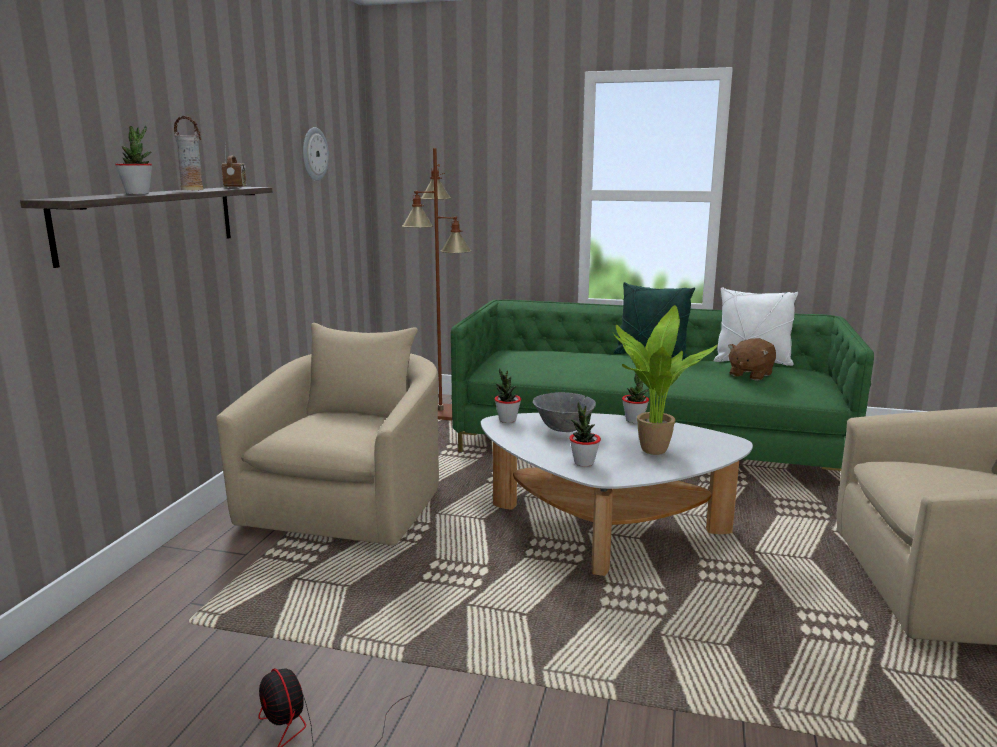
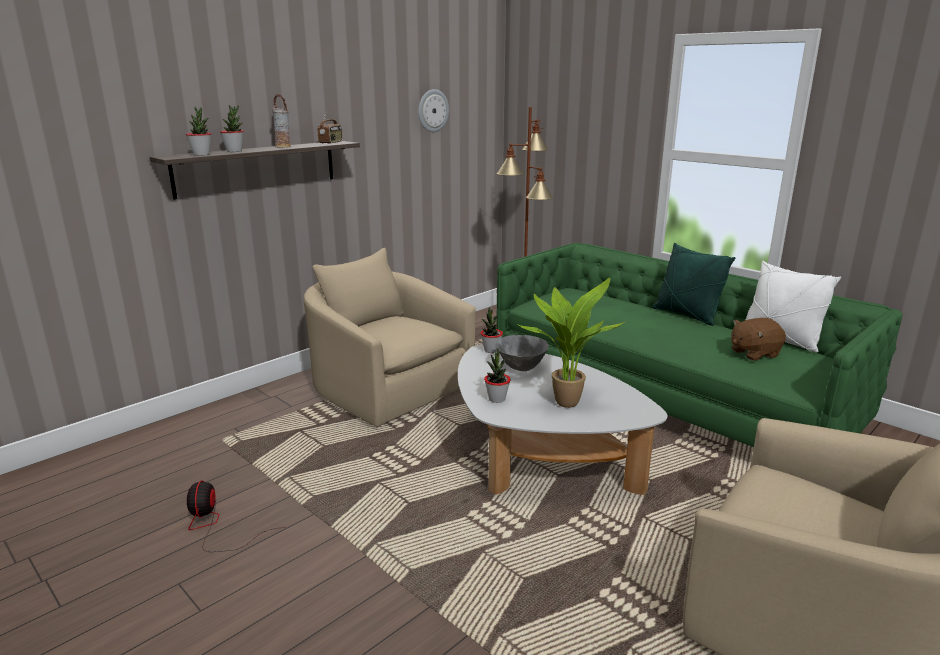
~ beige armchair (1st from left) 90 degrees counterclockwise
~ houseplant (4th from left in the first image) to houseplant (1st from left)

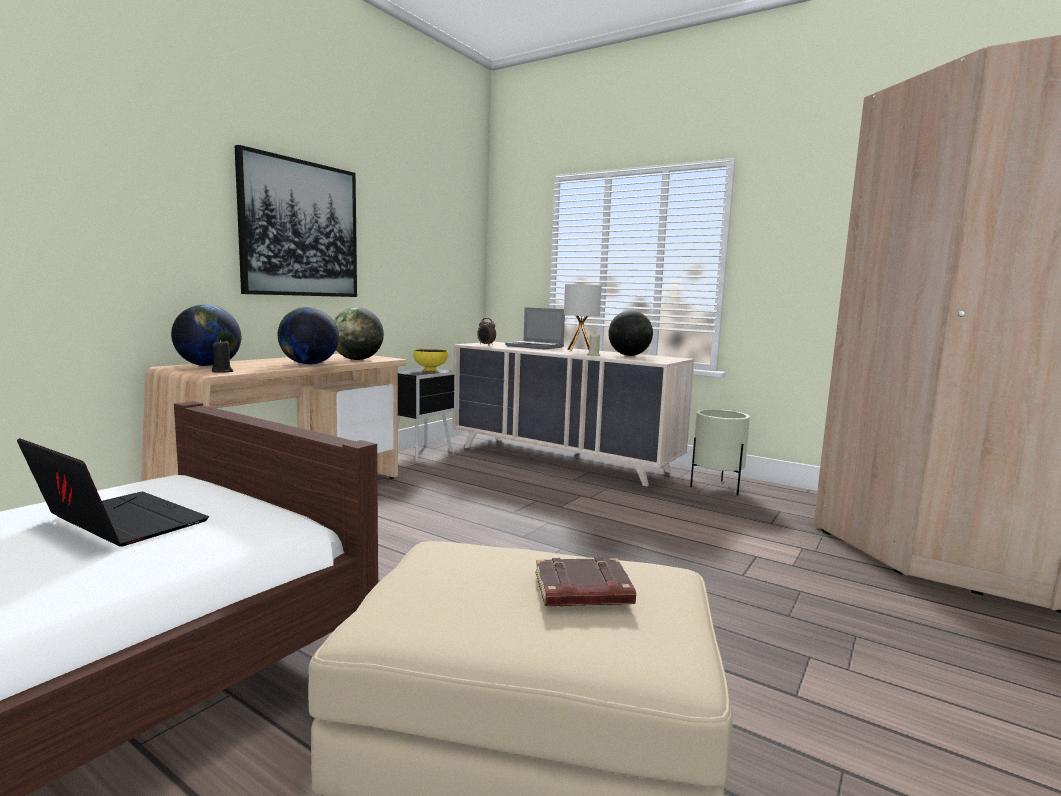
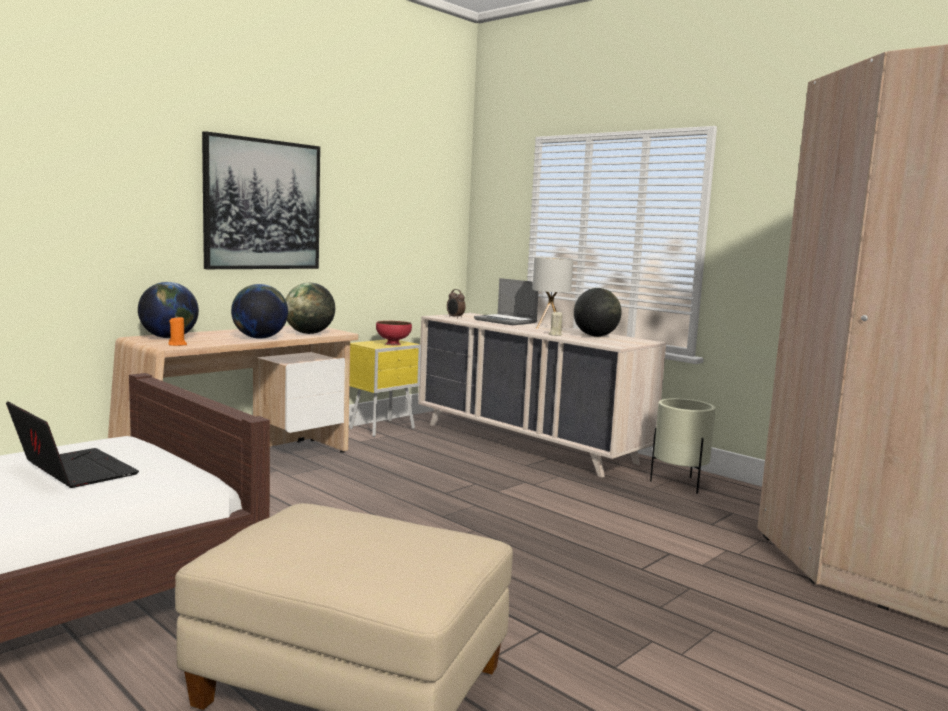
~ black wax candle to orange wax candle
~ yellow bowl to reddish bowl
~ black night table to yellow night table
- brown-coloured volume

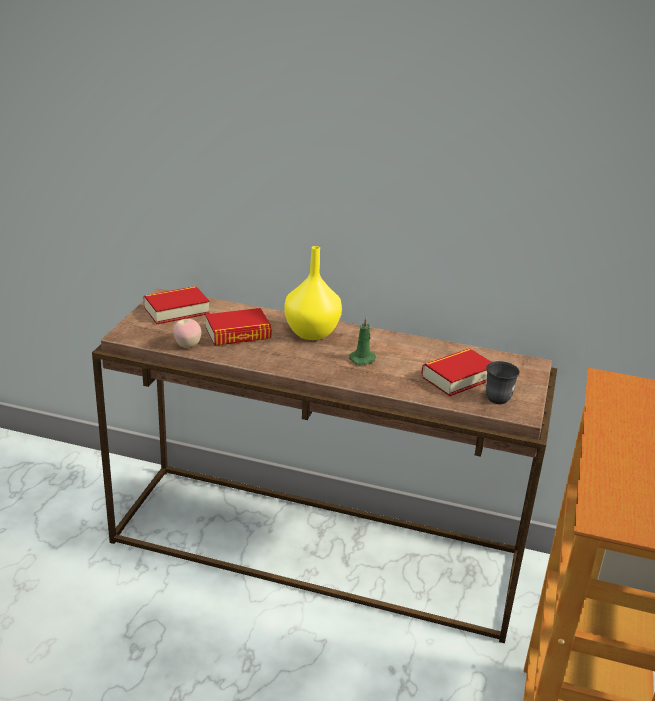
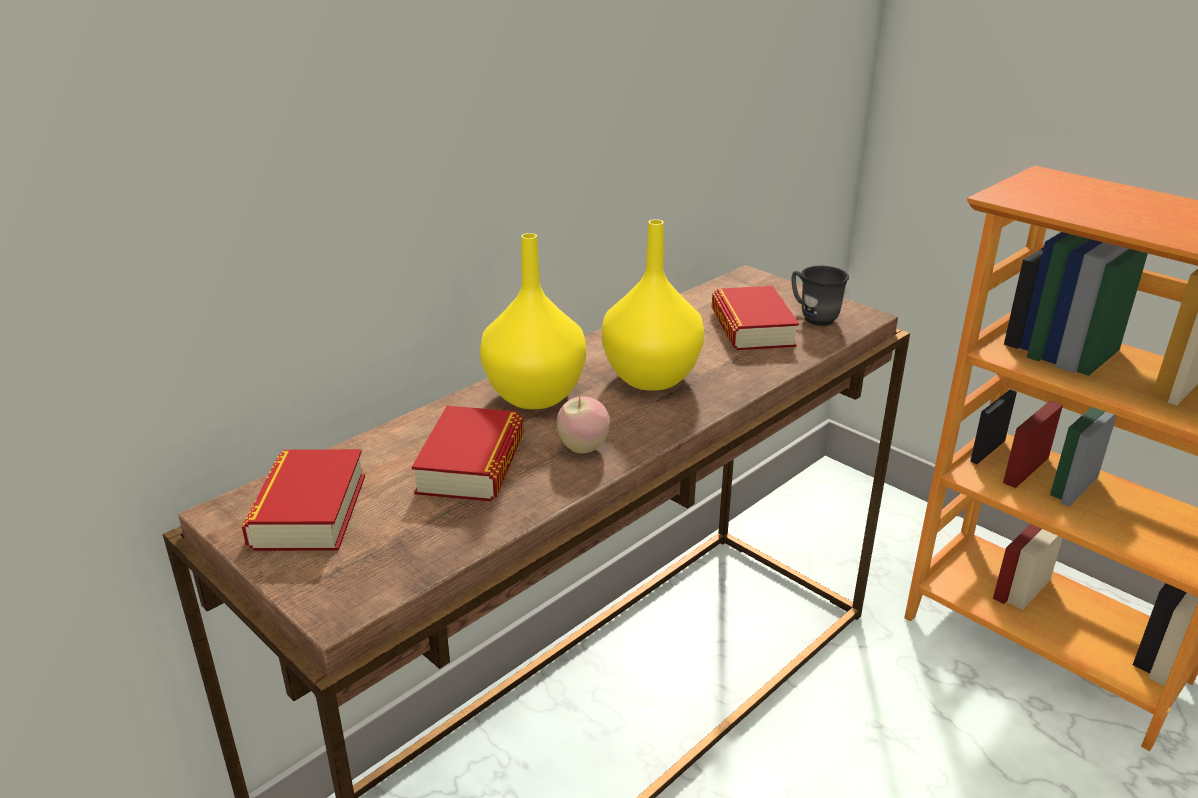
~ apple fruit
~ greenish wax candle to yellow decorative vase (2nd from left)

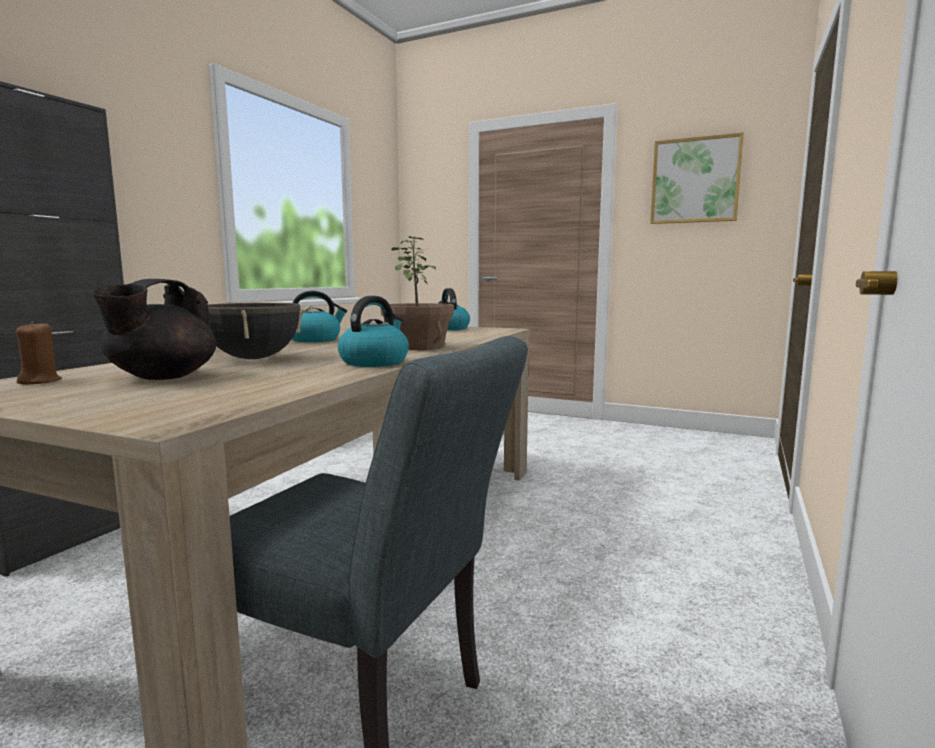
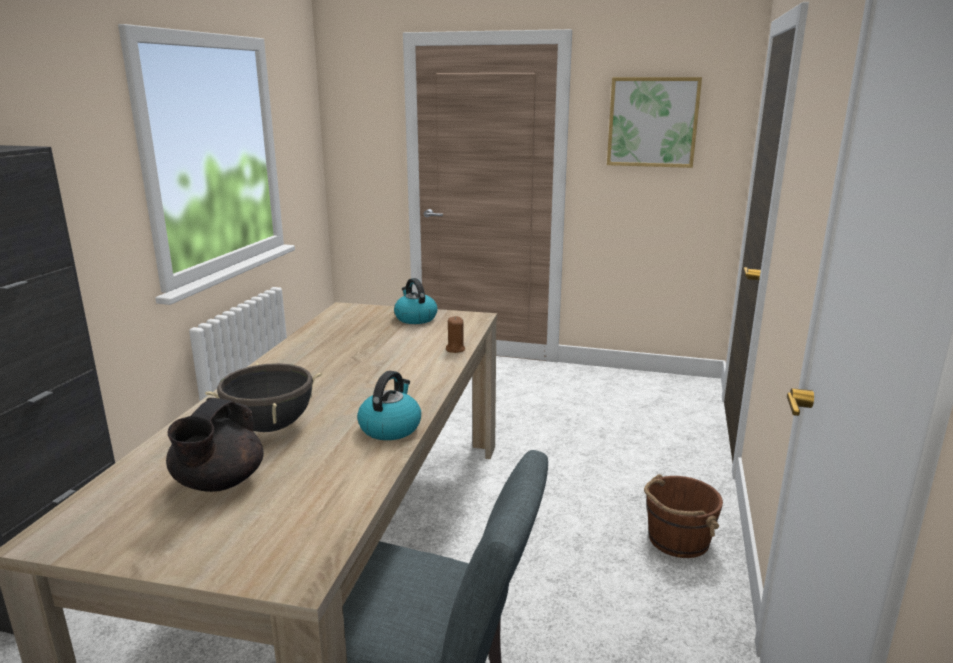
- houseplant
- water kettle (1st from left)
~ brown-coloured wax candle
+ brown-coloured bucket

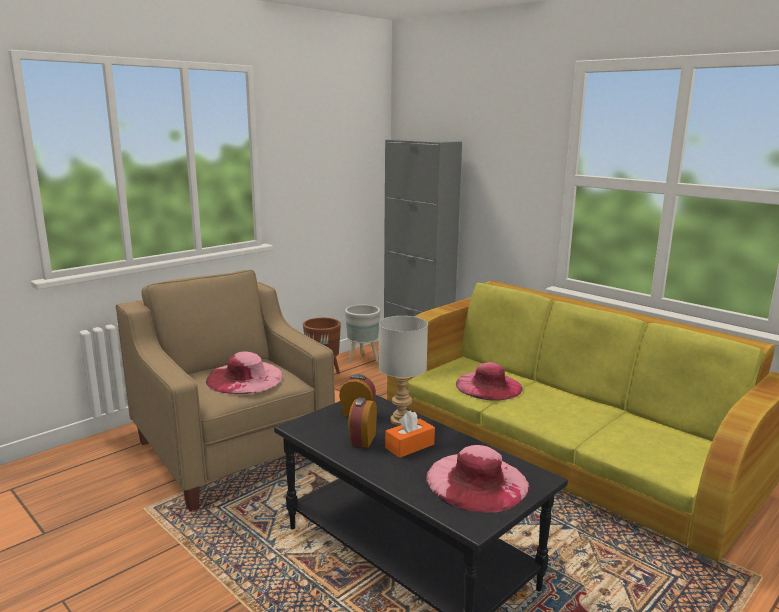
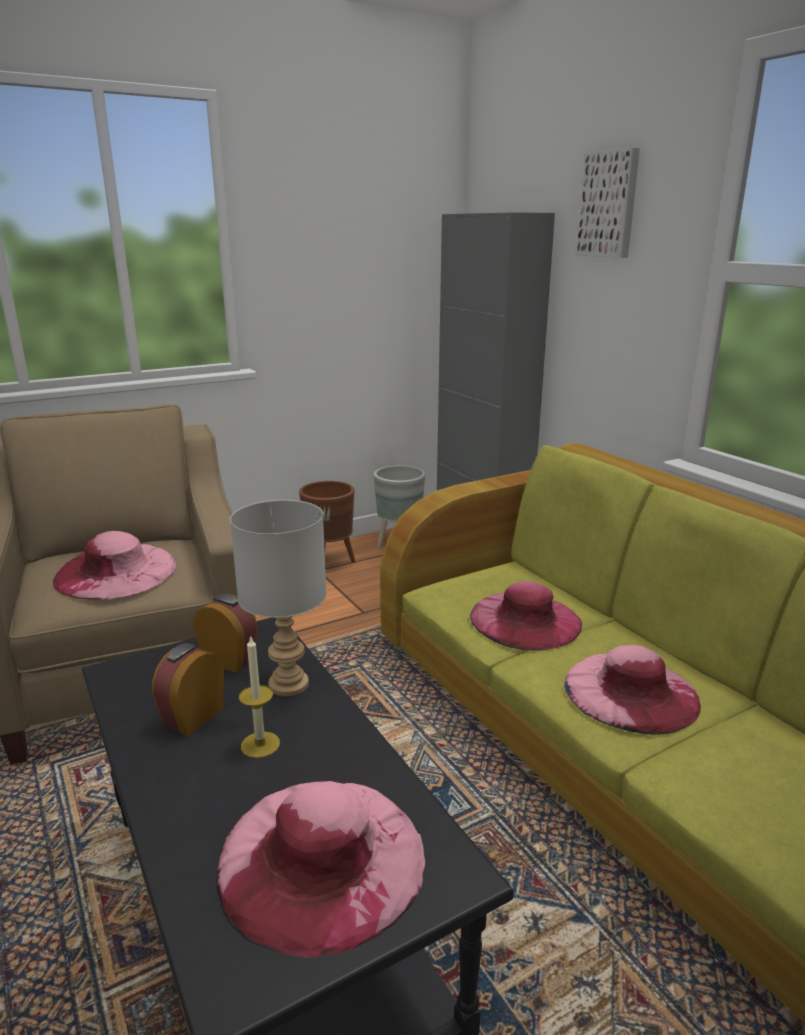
~ orange tissue holder to wax candle
+ wall picture
+ pinkish clothing hat (4th from left)

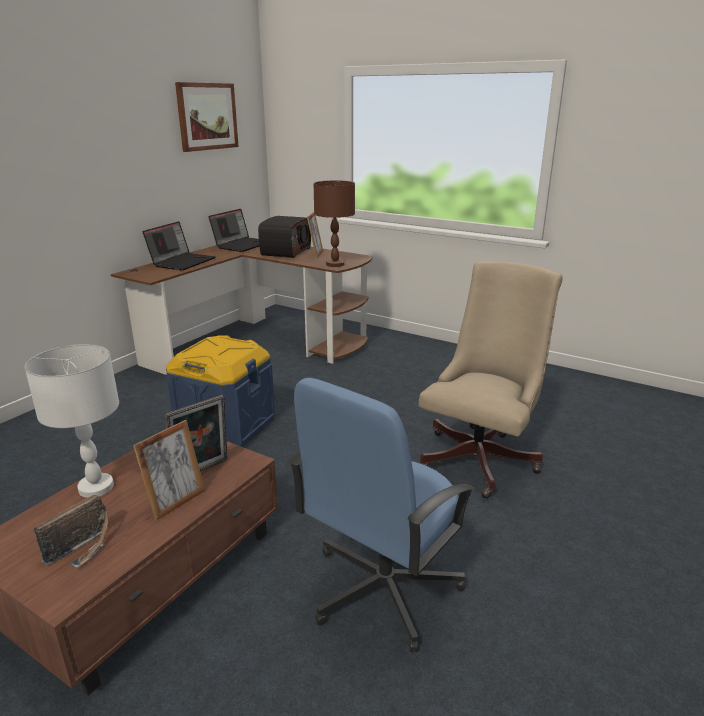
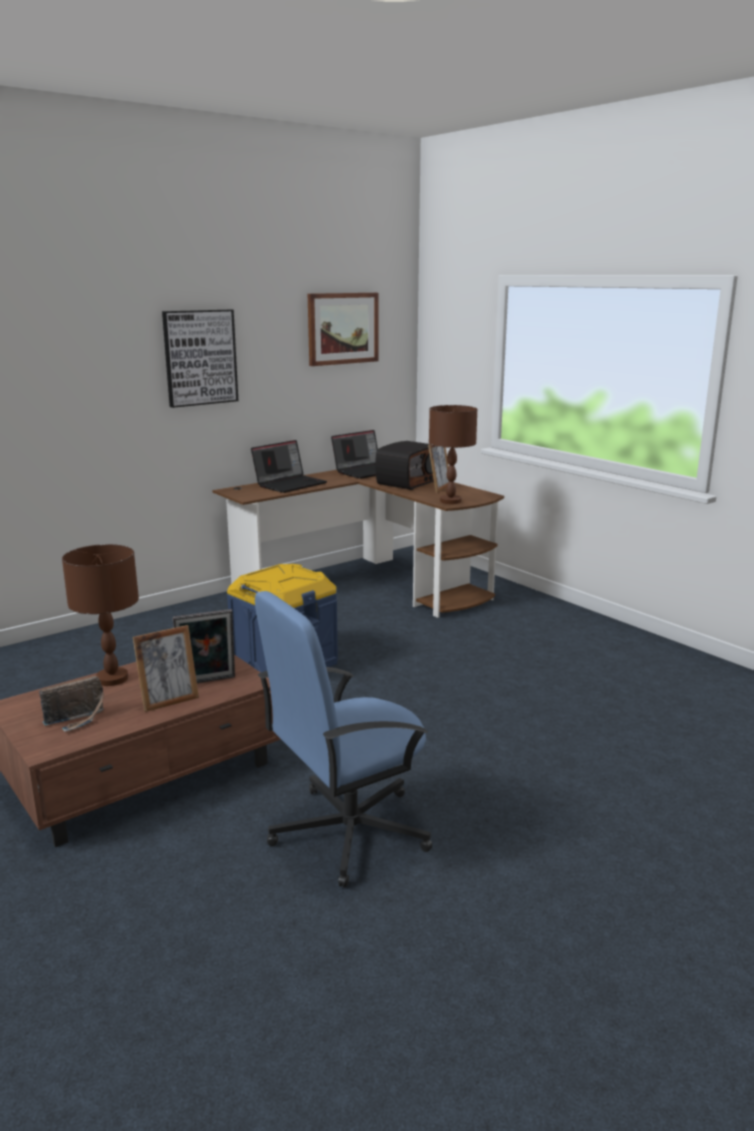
- beige computer chair
~ white-coloured tabletop lamp to brown-coloured tabletop lamp (1st from left)
+ wall picture (1st from left)

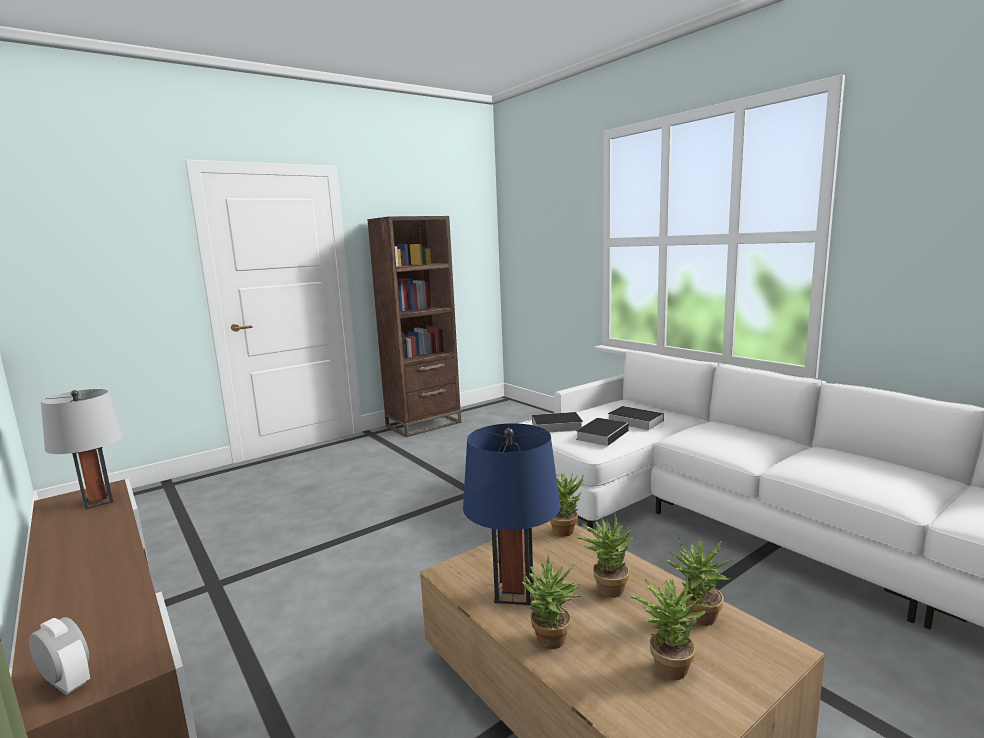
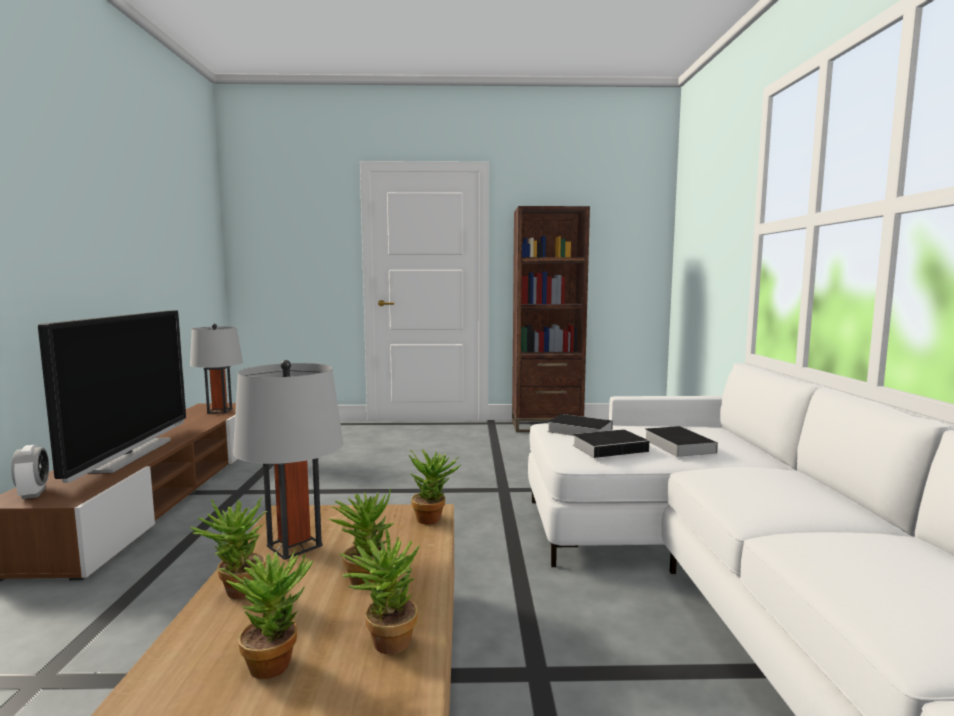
~ bluish tabletop lamp to grey tabletop lamp (2nd from left)
+ TV set

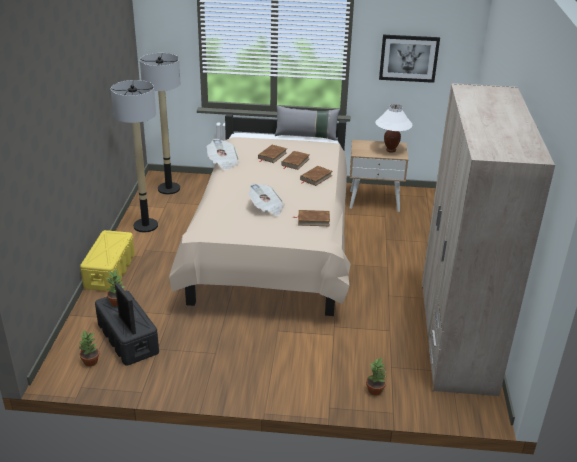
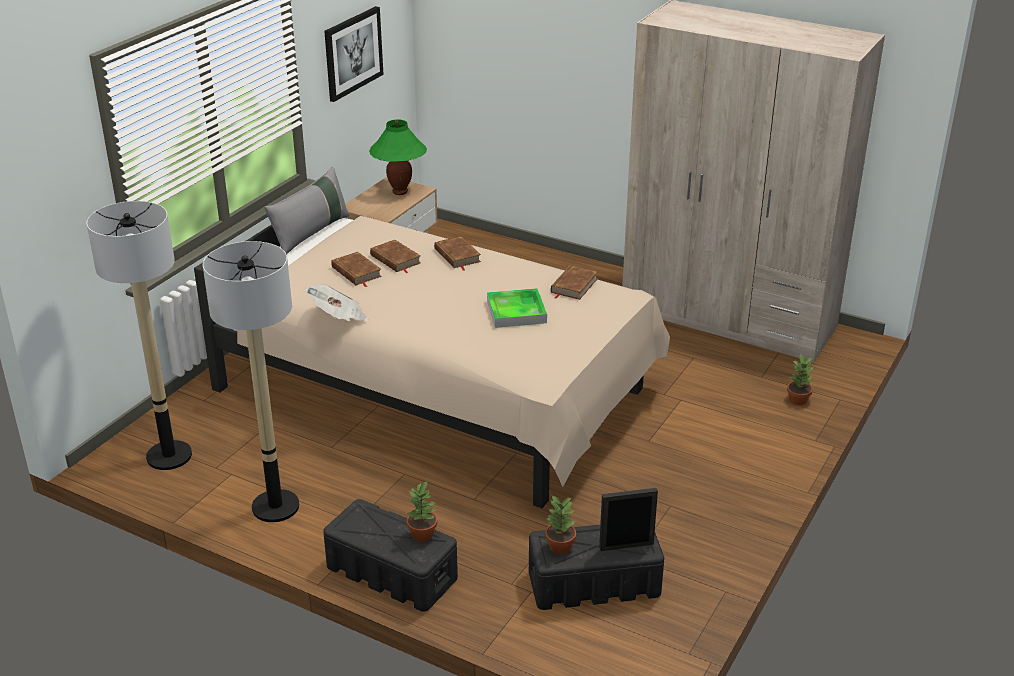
~ white-coloured tabletop lamp to greenish tabletop lamp
~ printed paper (2nd from left) to serving tray
~ yellow storage bin to black storage bin (1st from left)
~ houseplant (1st from left)

